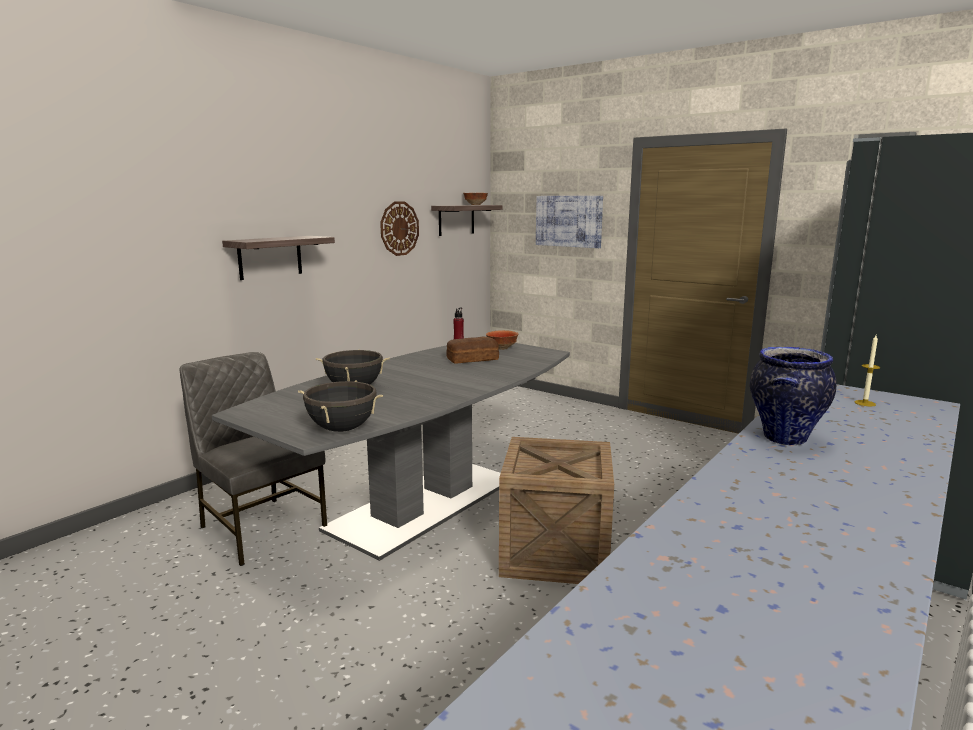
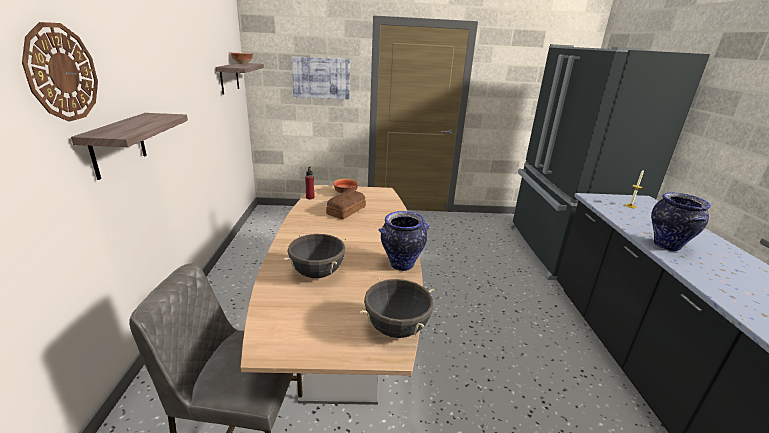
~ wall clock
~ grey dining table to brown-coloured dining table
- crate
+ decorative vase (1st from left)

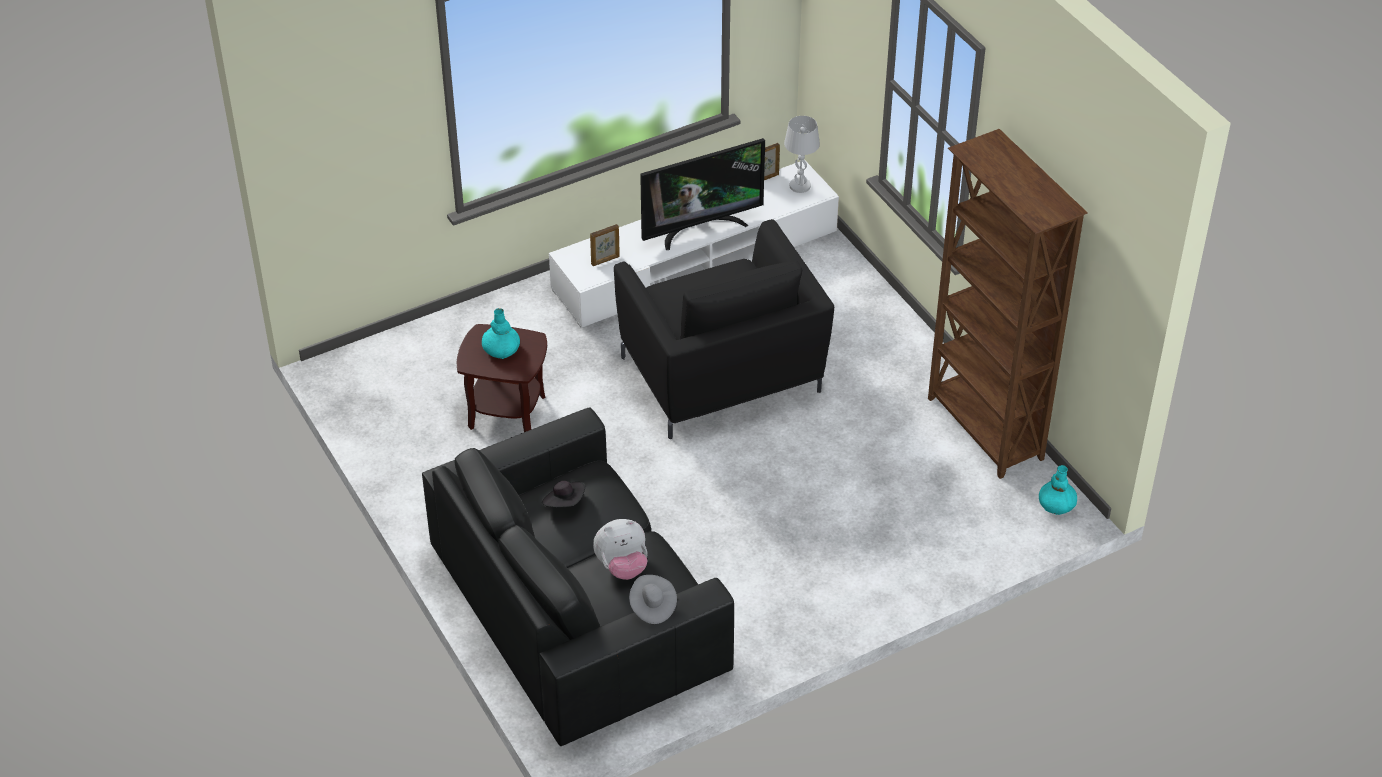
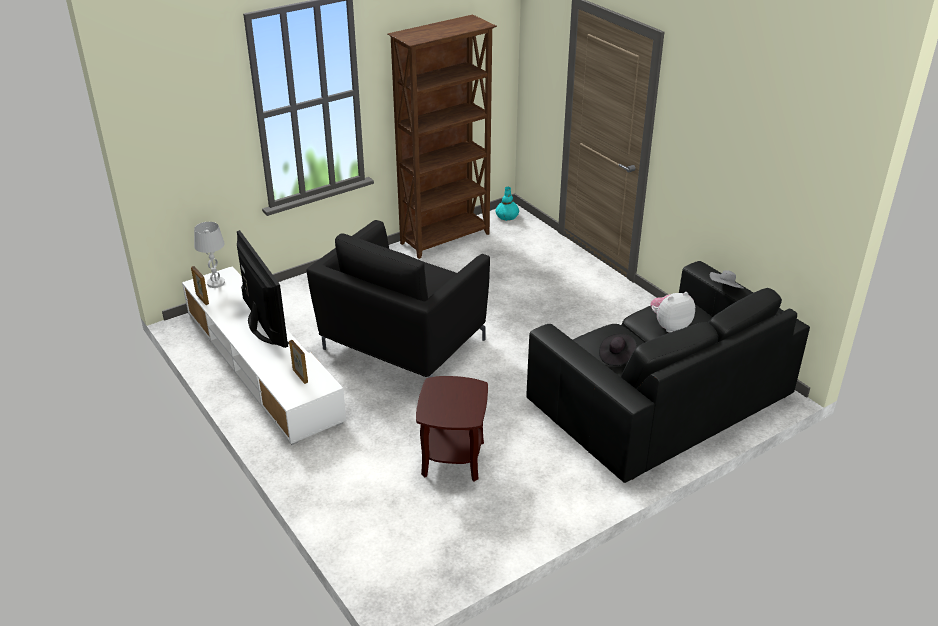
~ black armchair 150 degrees clockwise
- turquoise-coloured decorative vase (1st from left)
~ soft toy 90 degrees counterclockwise

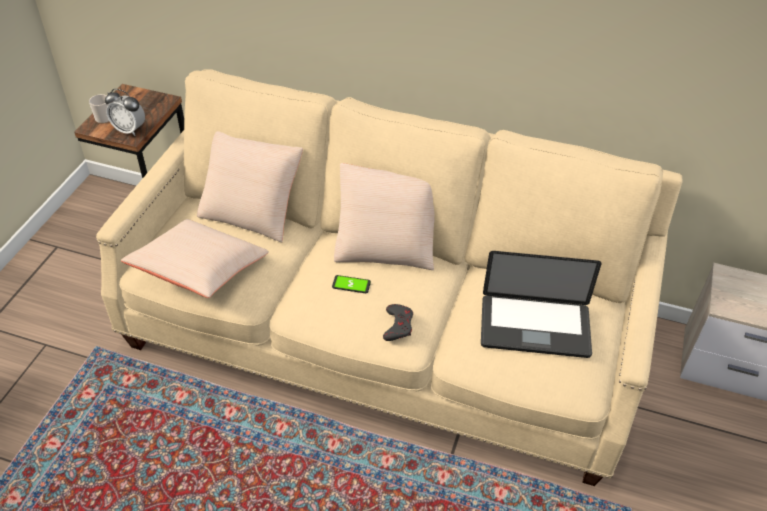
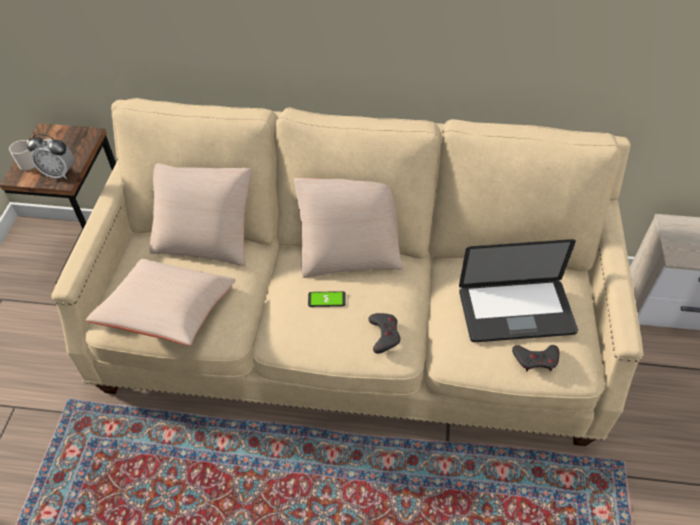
+ grey joypad (2nd from left)

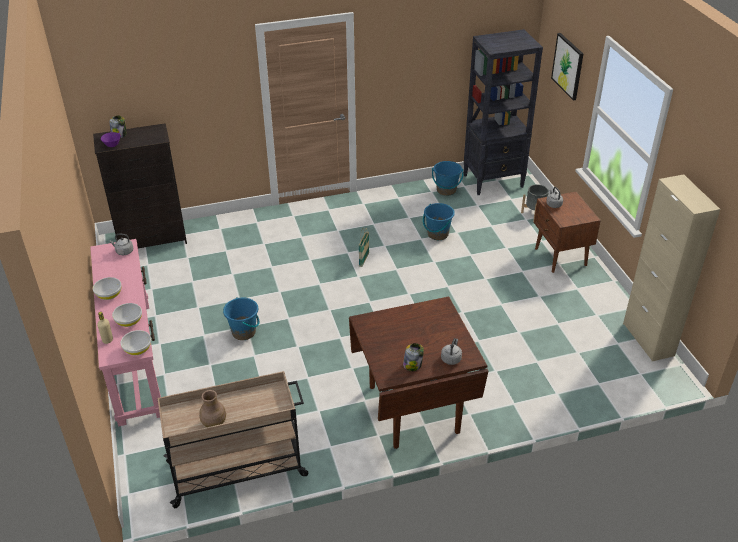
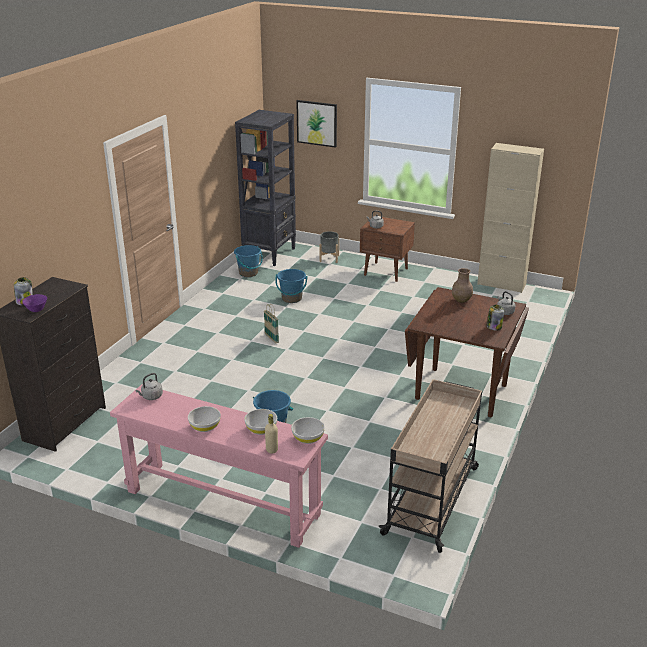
~ brown-coloured decorative vase

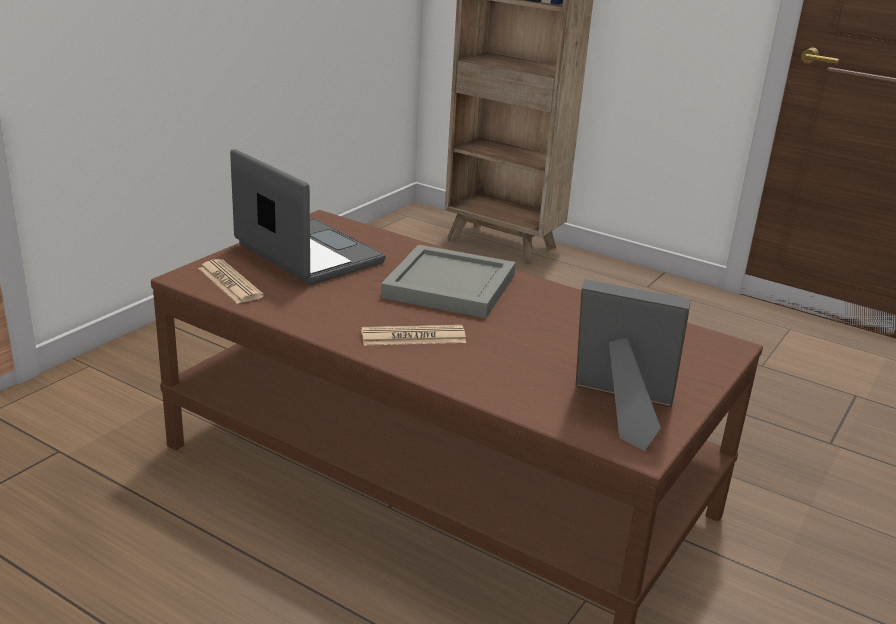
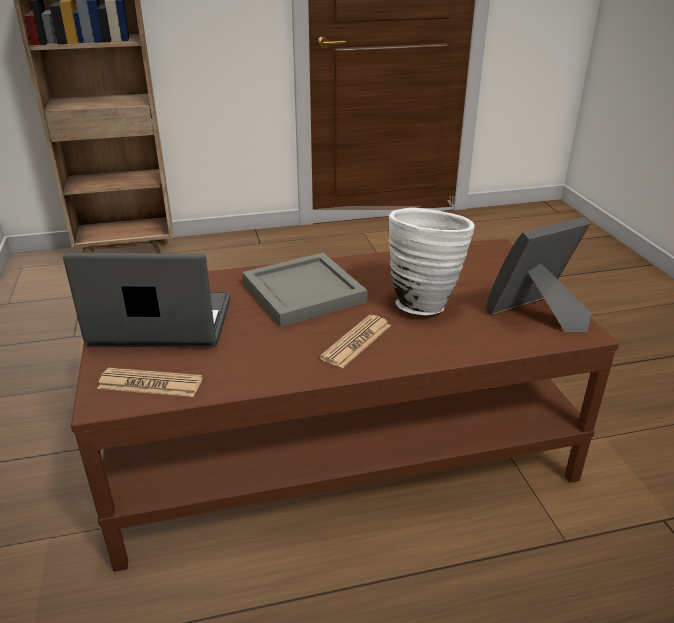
+ white-coloured decorative vase

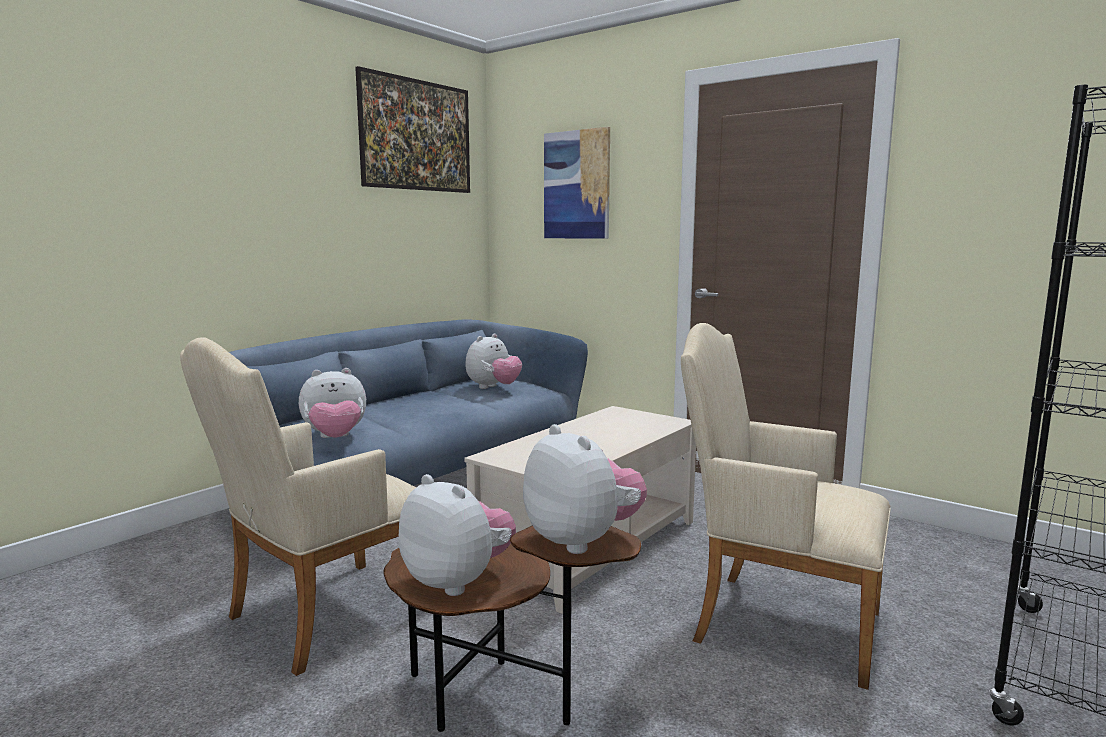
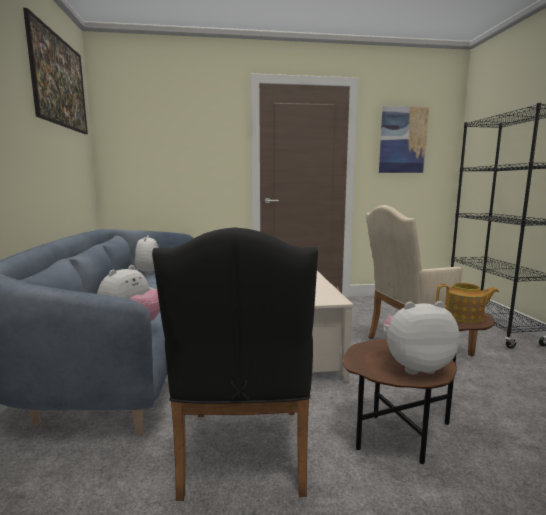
~ wall picture (2nd from left)
~ beige armchair (1st from left) to black armchair
~ soft toy (4th from left) to tea pot

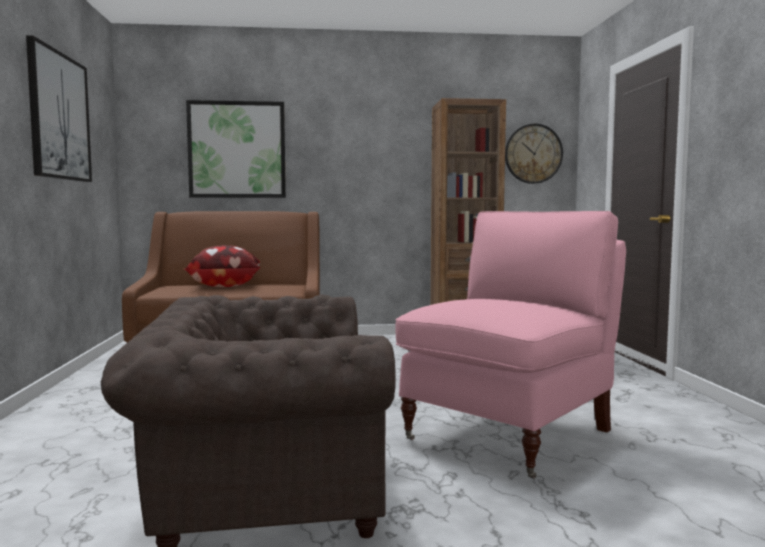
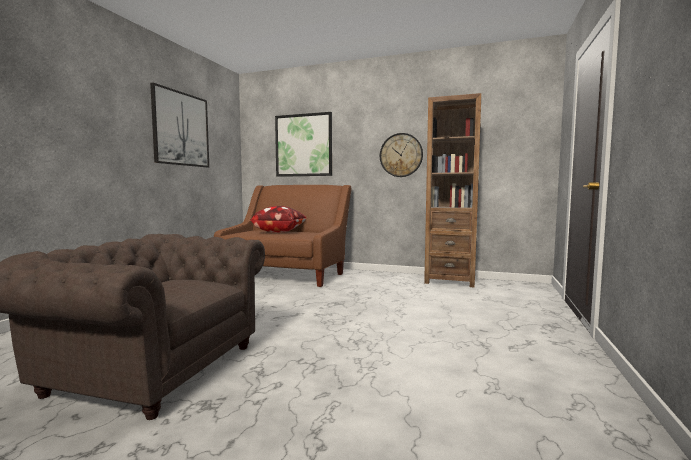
~ wall clock
- pinkish armchair

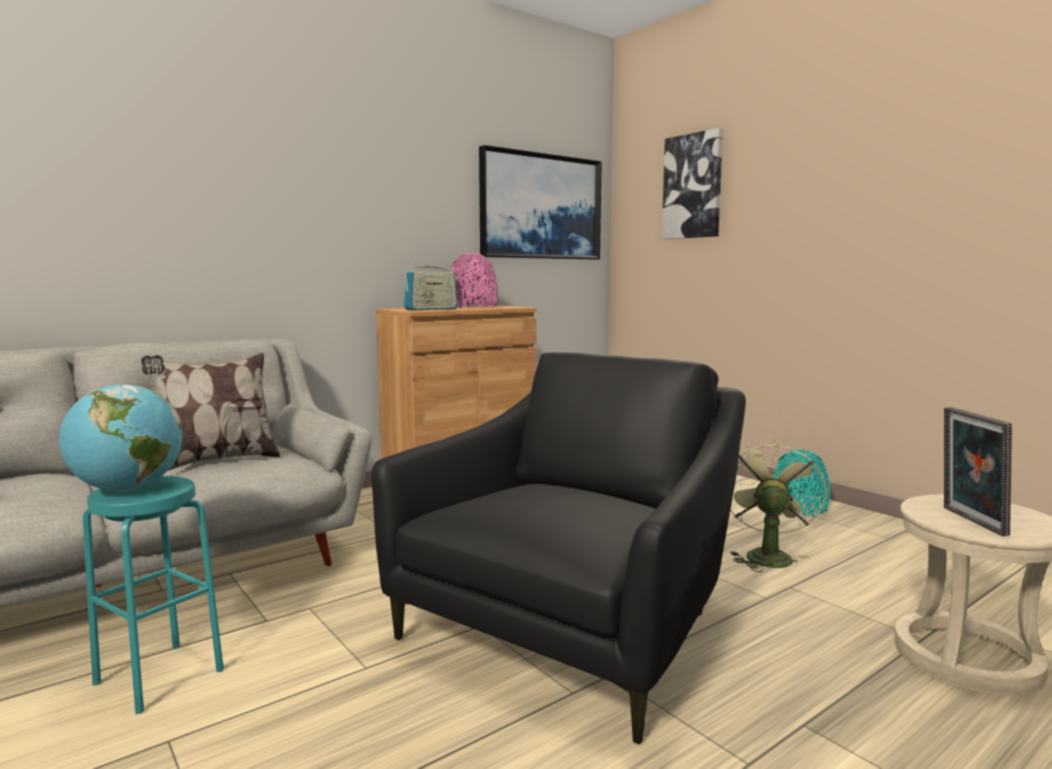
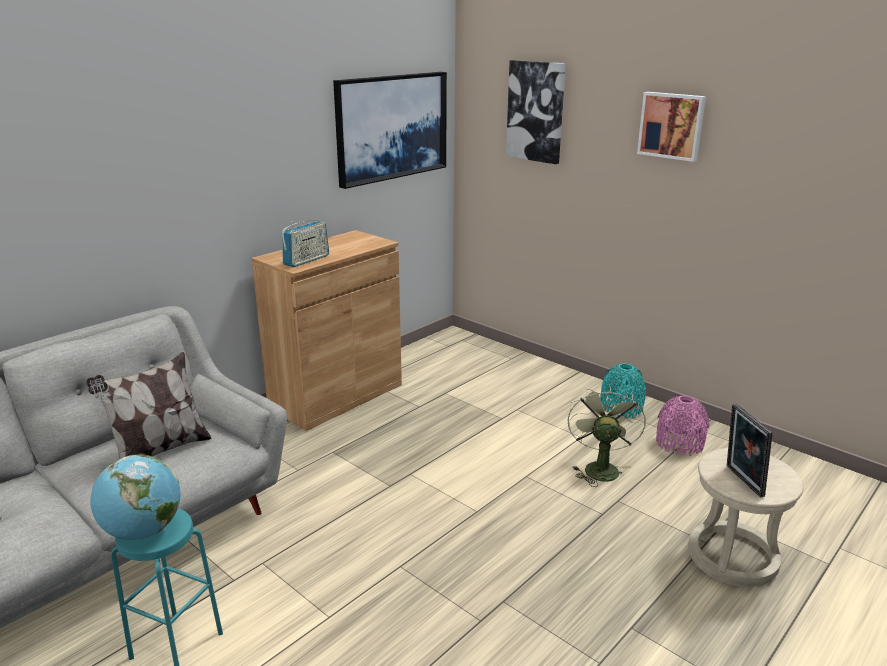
~ pinkish decorative vase
- black armchair
+ wall picture (3rd from left)

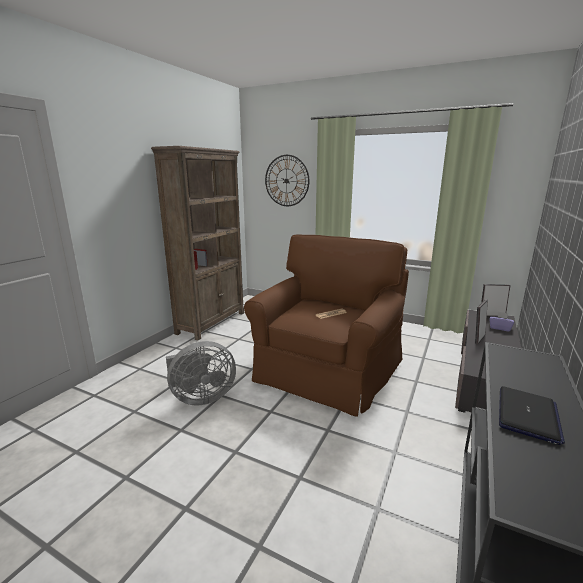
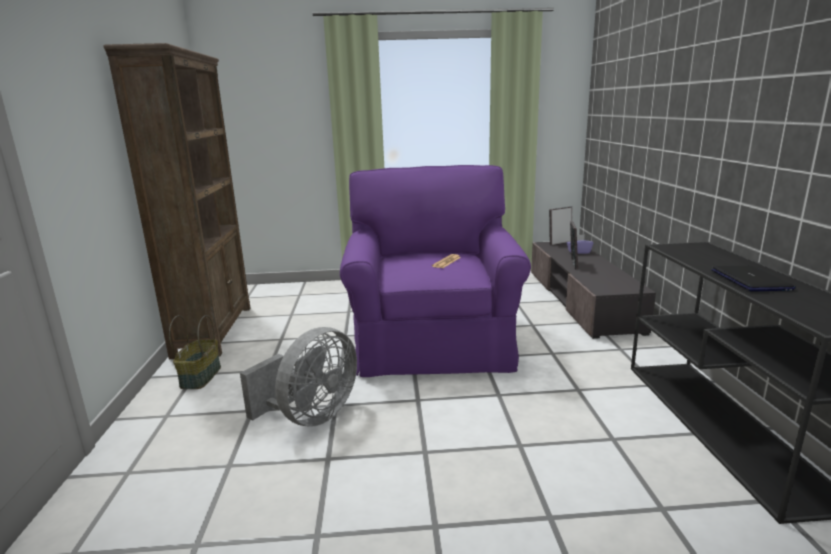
- wall clock
~ brown-coloured armchair to purplish armchair
+ basket

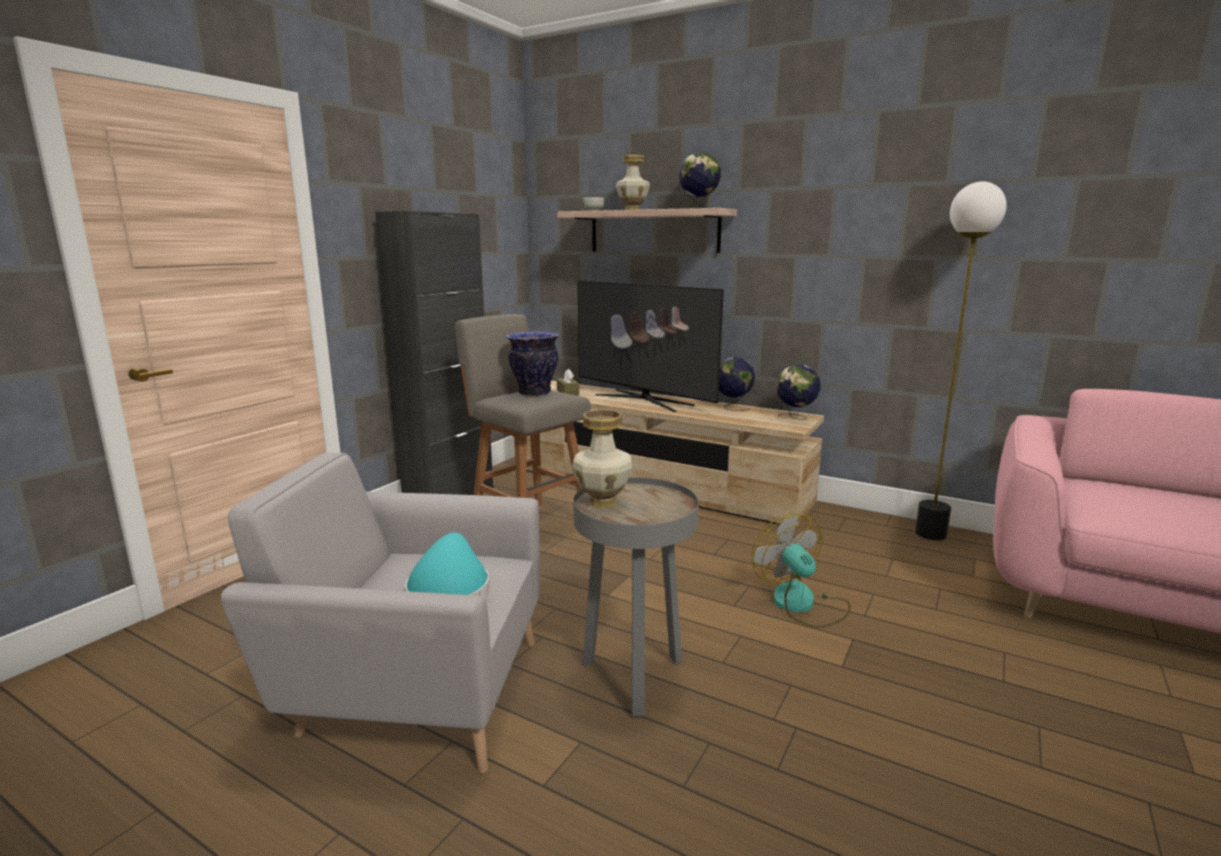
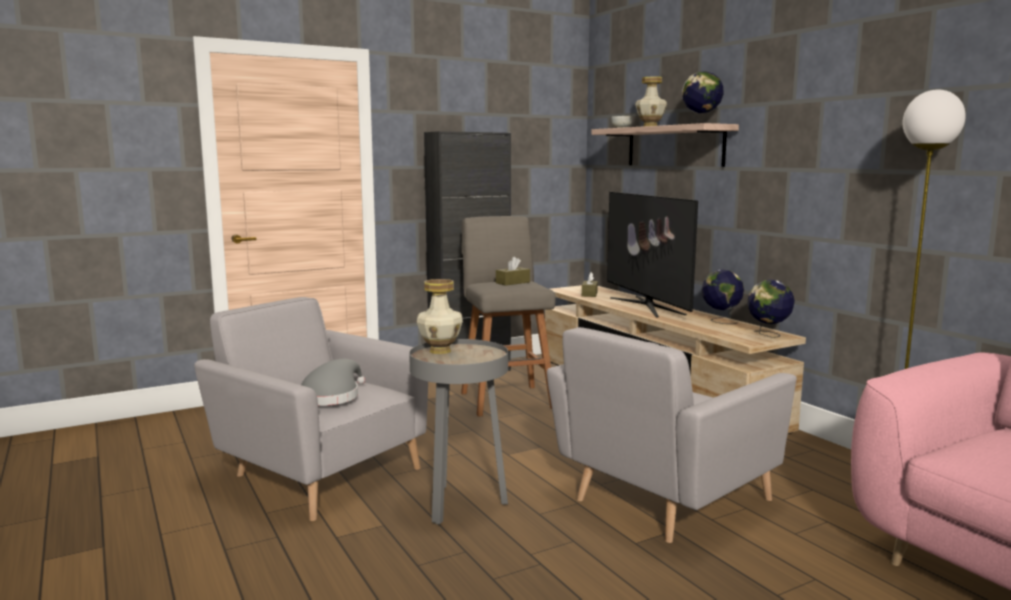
~ decorative vase (1st from left) to brown-coloured tissue holder (1st from left)
~ cooling fan to grey armchair (2nd from left)
~ turquoise-coloured clothing hat to grey clothing hat

